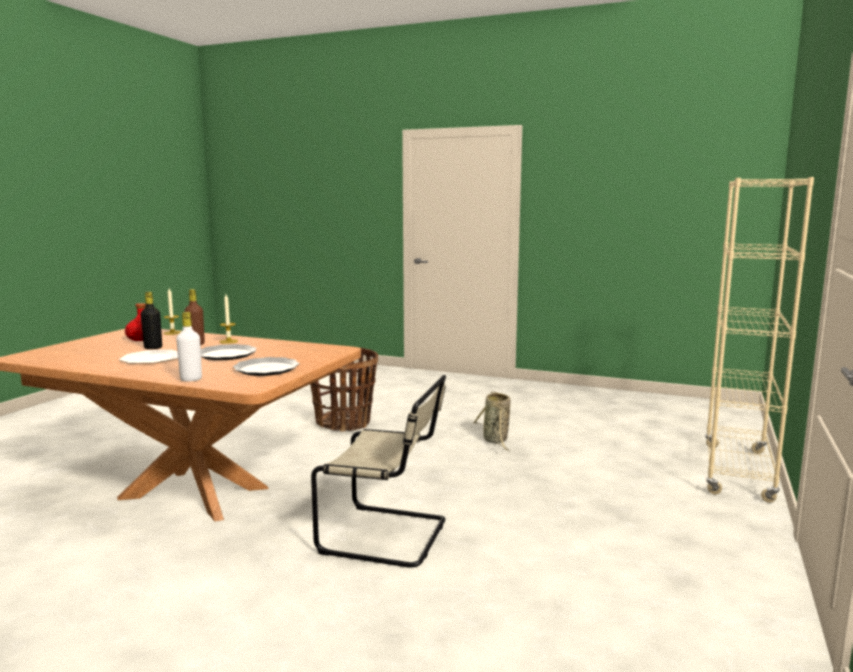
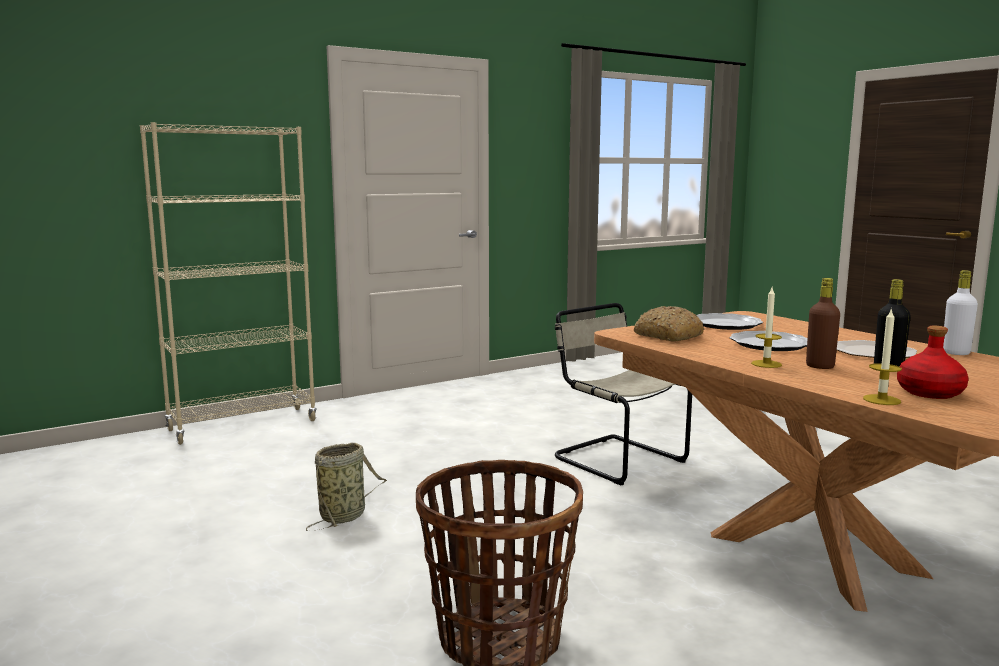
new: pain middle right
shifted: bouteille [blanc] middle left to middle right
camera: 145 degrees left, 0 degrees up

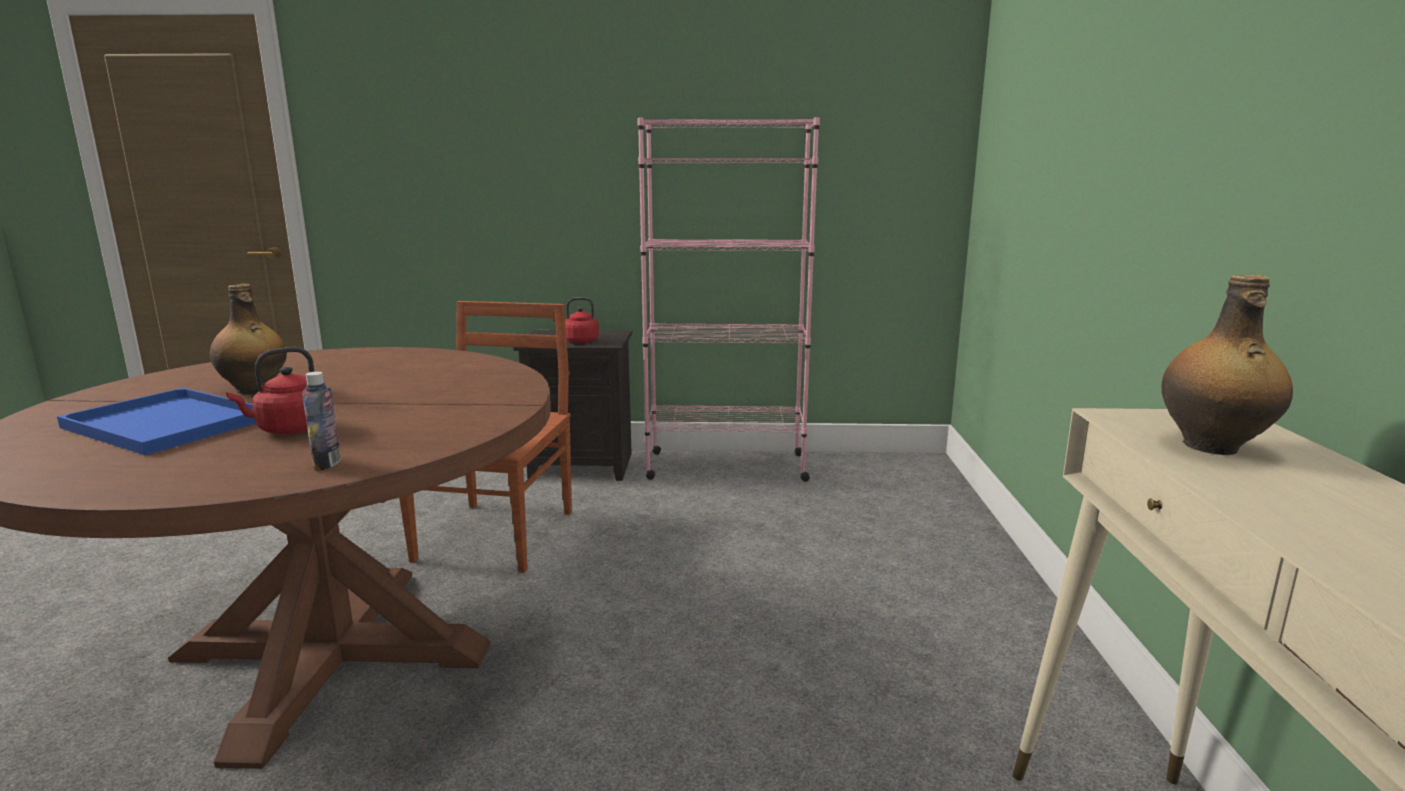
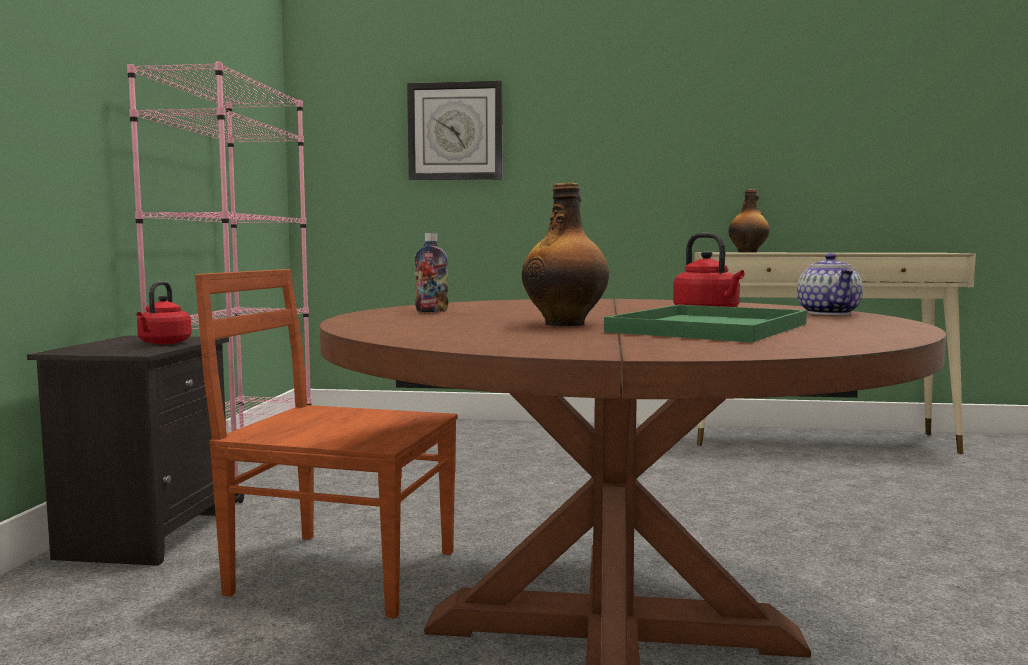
new: horloge murale top centre; théière middle right
shifted: bouteille (no. 2 from left in the first image) middle left to bouteille (no. 1 from left) centre
repainted: plateau [bleu] middle left to plateau [vert] middle right
camera: 85 degrees left, 10 degrees down

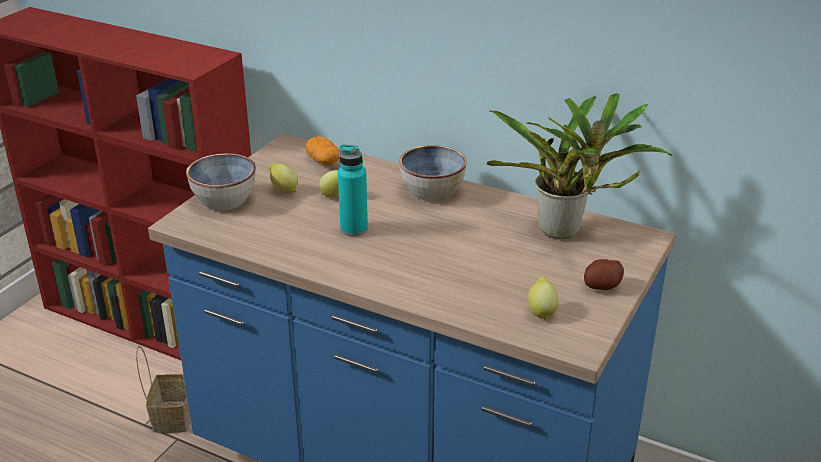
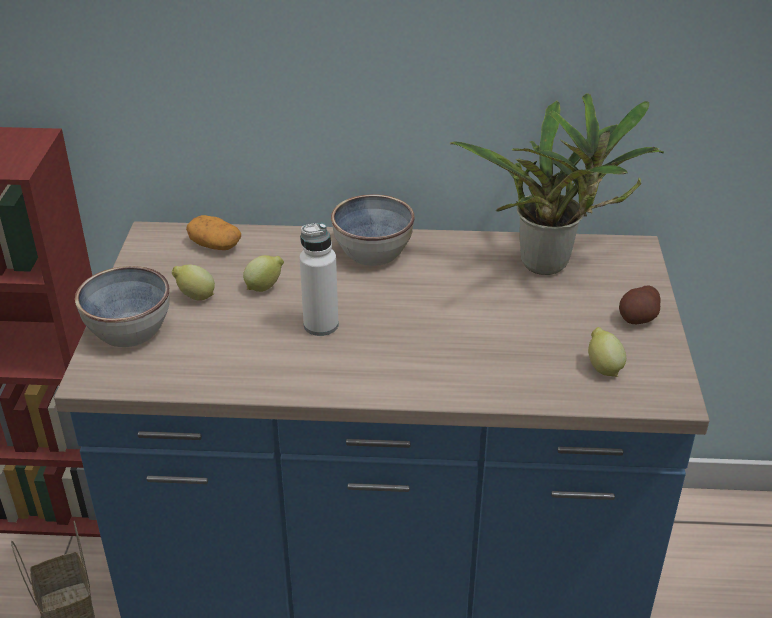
repainted: bouteille [turquoise] centre to bouteille [blanc] centre
camera: 25 degrees left, 5 degrees up

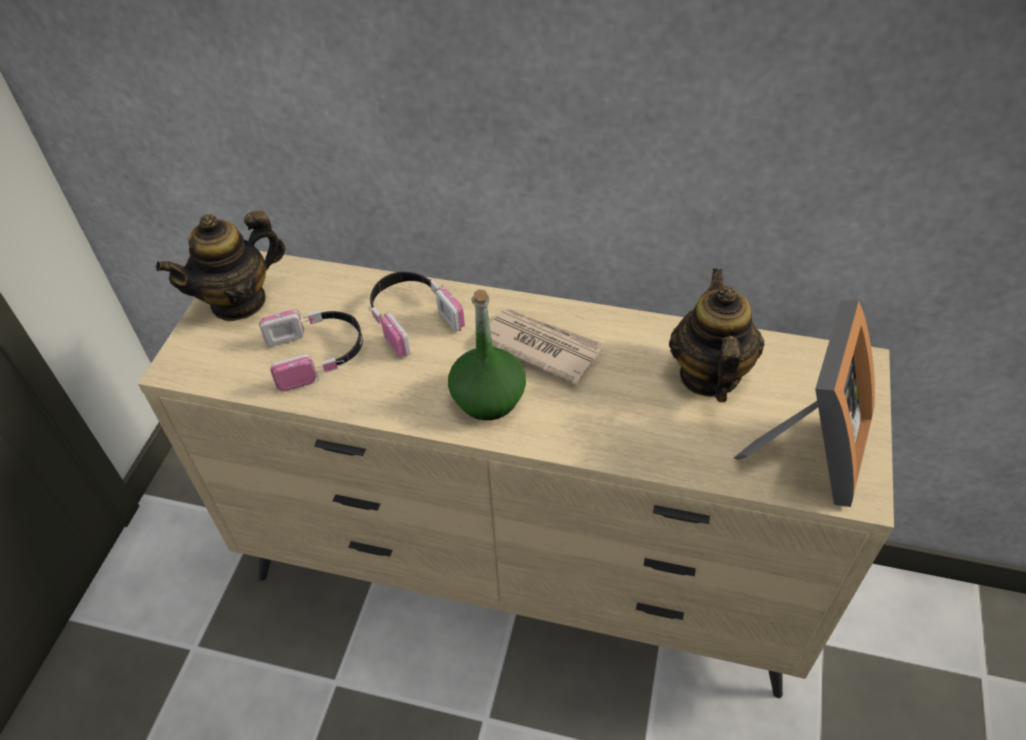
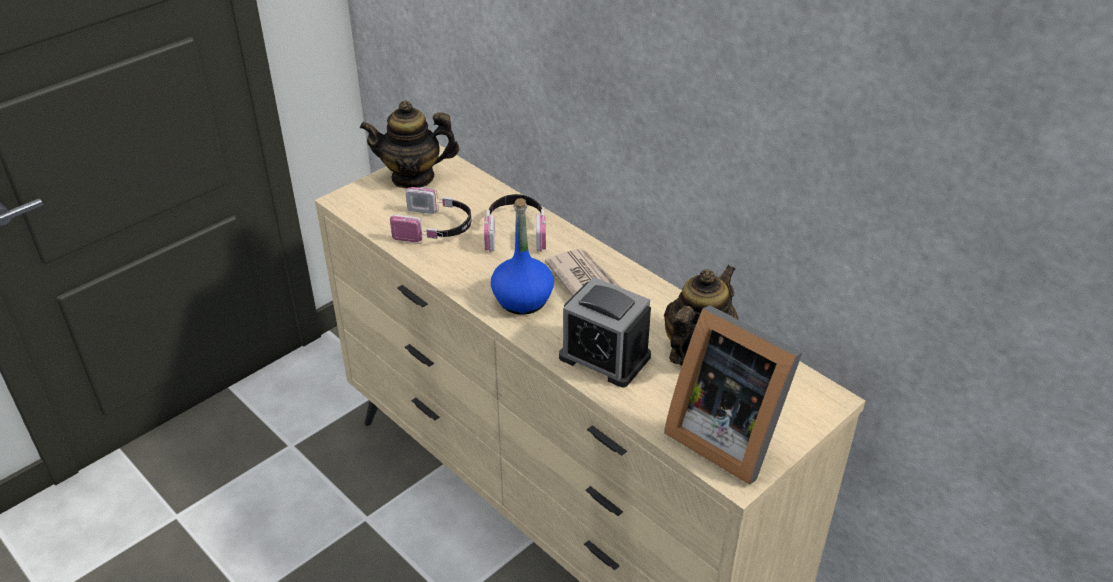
new: réveil centre
repainted: bouteille [vert] centre to bouteille [bleu] centre
rotated: cadre photo middle right = bottom centre 75 degrees clockwise
camera: 30 degrees right, 10 degrees down

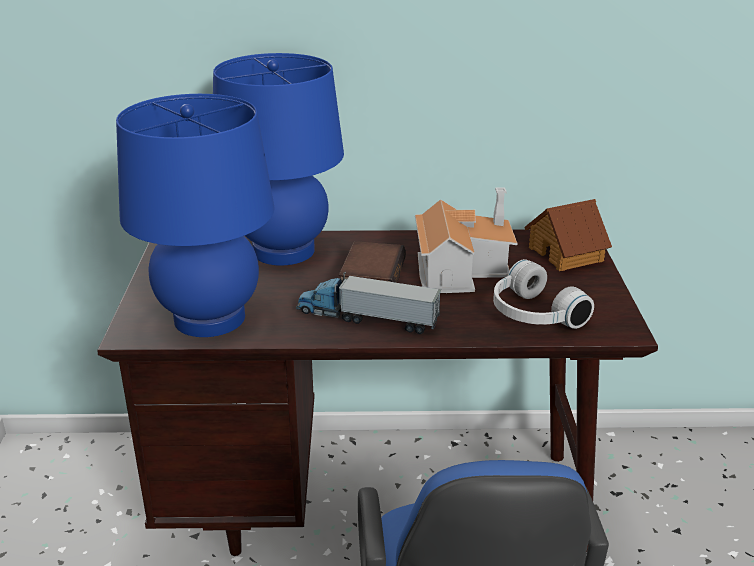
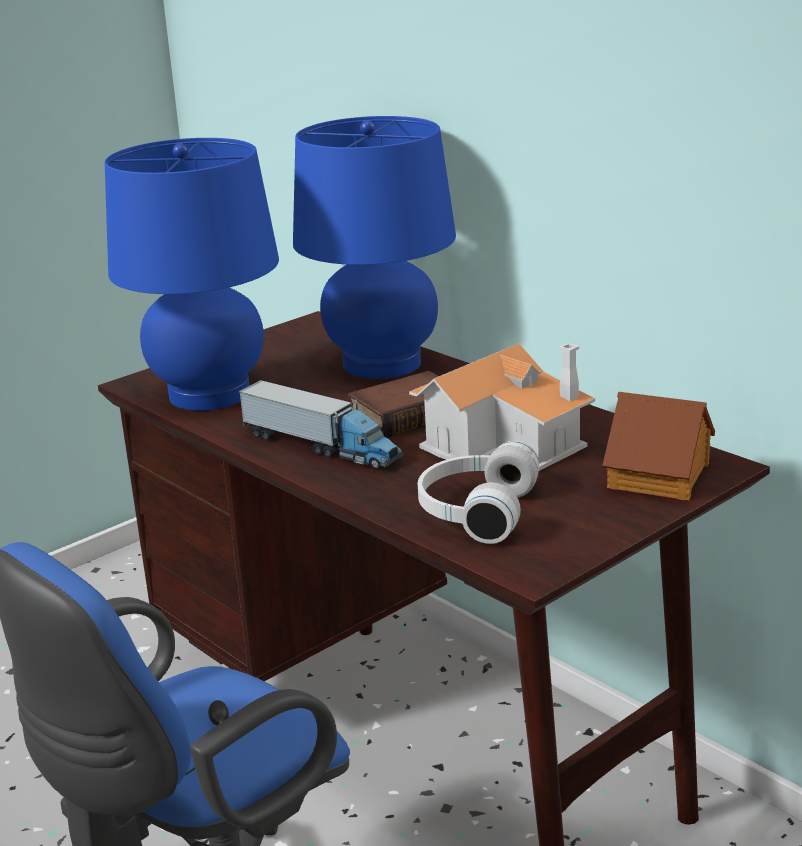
rotated: camion jouet centre = centre 150 degrees clockwise
camera: 50 degrees right, 5 degrees down

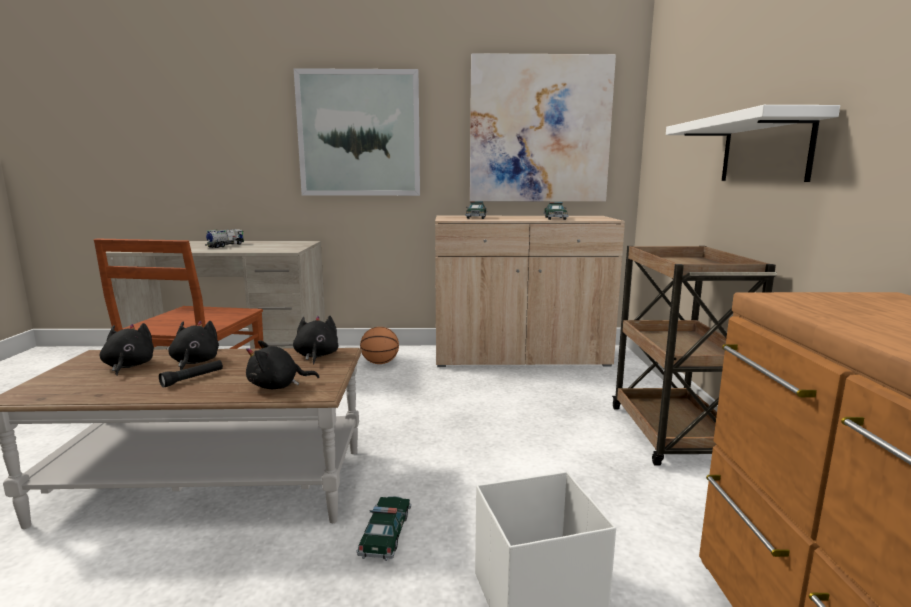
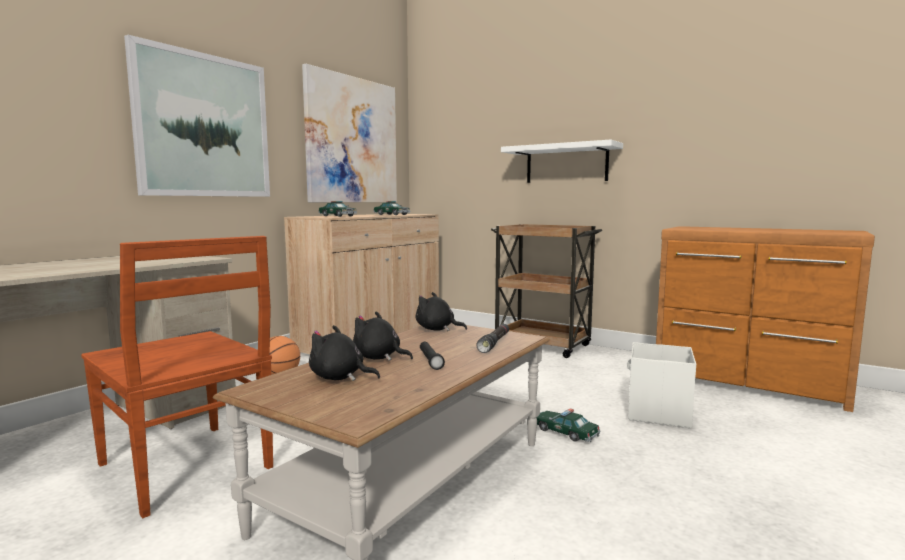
gone: camion jouet middle left
swapped: peluche [noir] (no. 3 from left) middle left to lampe de poche [noir] (no. 2 from left) centre
camera: 55 degrees left, 5 degrees down

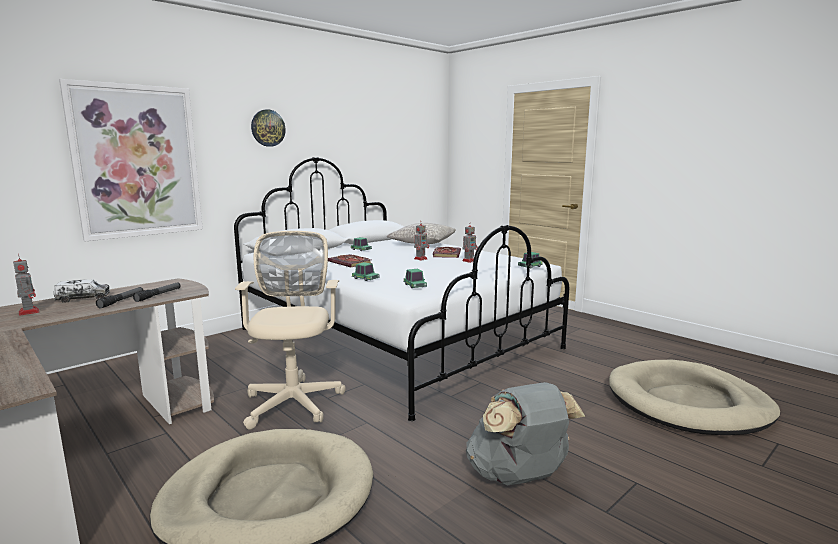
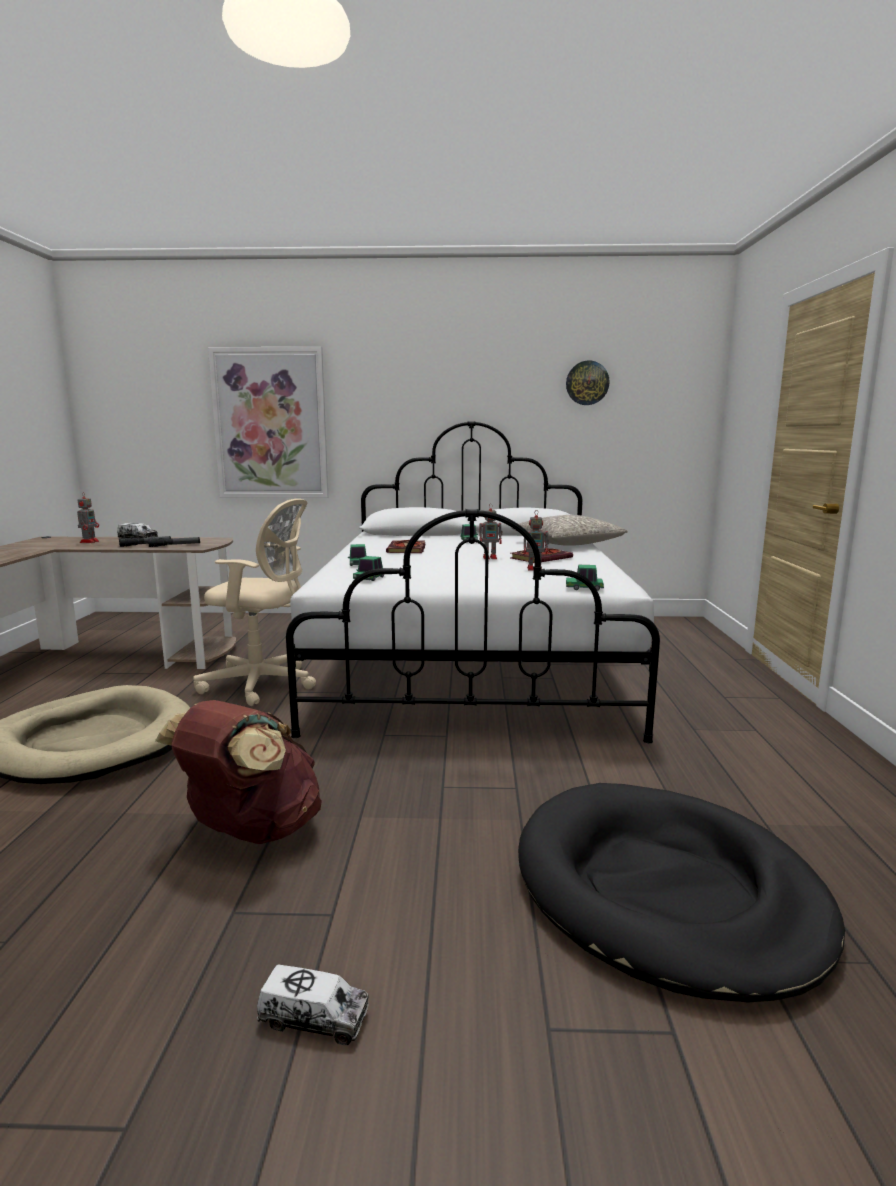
new: camion jouet (no. 2 from left) bottom centre
shifted: horloge murale top left to top centre
repainted: sac à dos [gris] bottom centre to sac à dos [marron] middle left; panier pour chien [beige] (no. 2 from left) bottom right to panier pour chien [noir] bottom right
rotated: chaise de bureau [beige] centre = middle left 60 degrees clockwise
camera: 45 degrees right, 0 degrees up

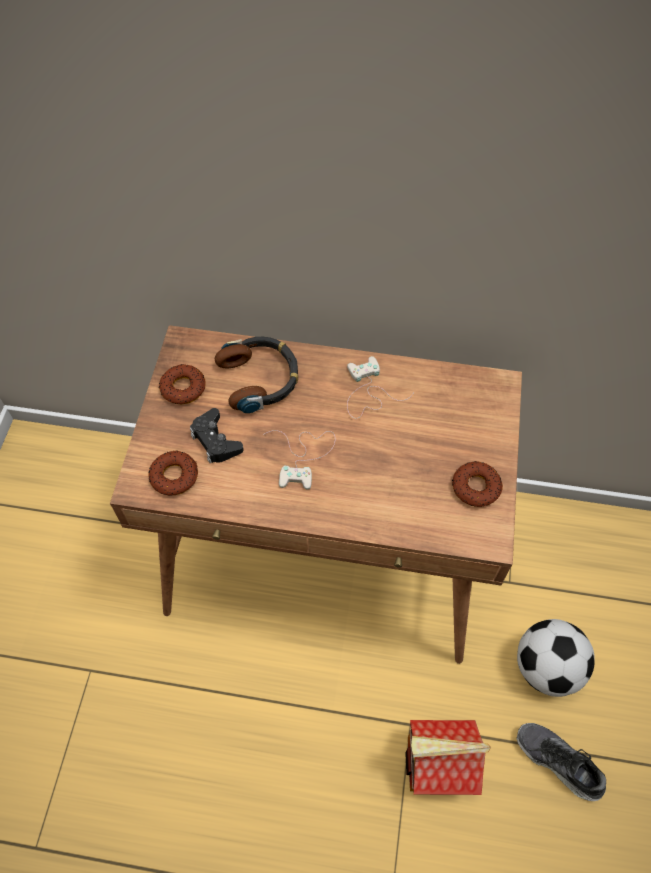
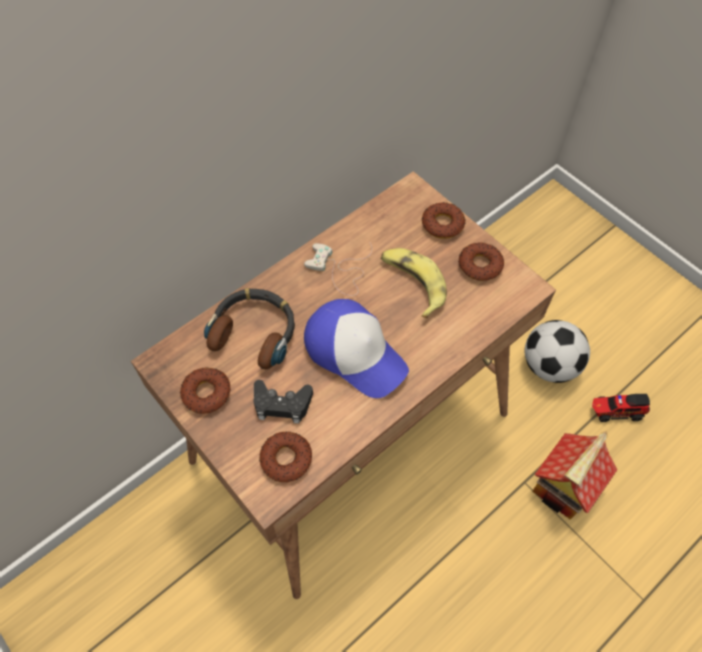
new: banane centre; beignet (no. 3 from left) centre
swapped: manette [blanc] (no. 1 from left) centre to casquette centre; chaussure bottom right to camion jouet middle right
camera: 50 degrees left, 0 degrees up

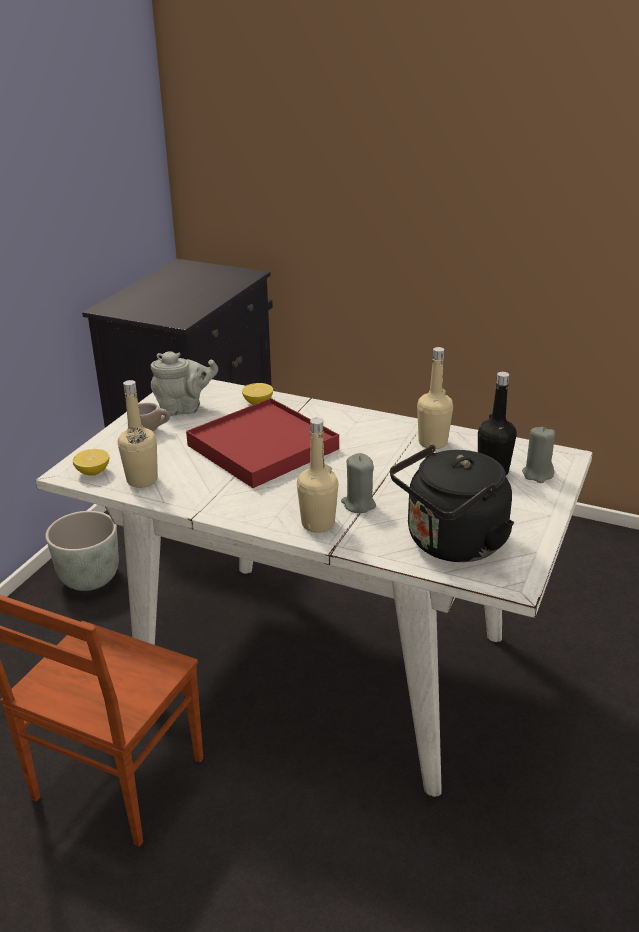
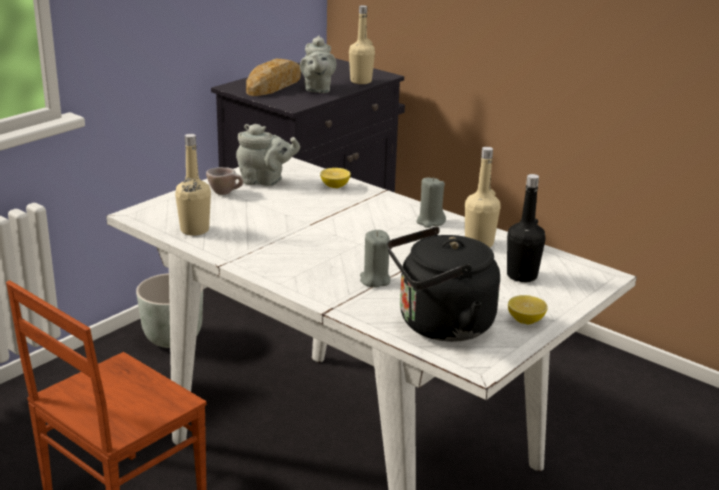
gone: plateau [rouge] centre
new: pain top centre; théière [gris] (no. 2 from left) top centre
shifted: citron (no. 1 from left in the first image) middle left to citron (no. 2 from left) middle right; bouteille [beige] (no. 2 from left) centre to top centre; bougie [gris] (no. 2 from left) middle right to centre
camera: 15 degrees right, 5 degrees down

